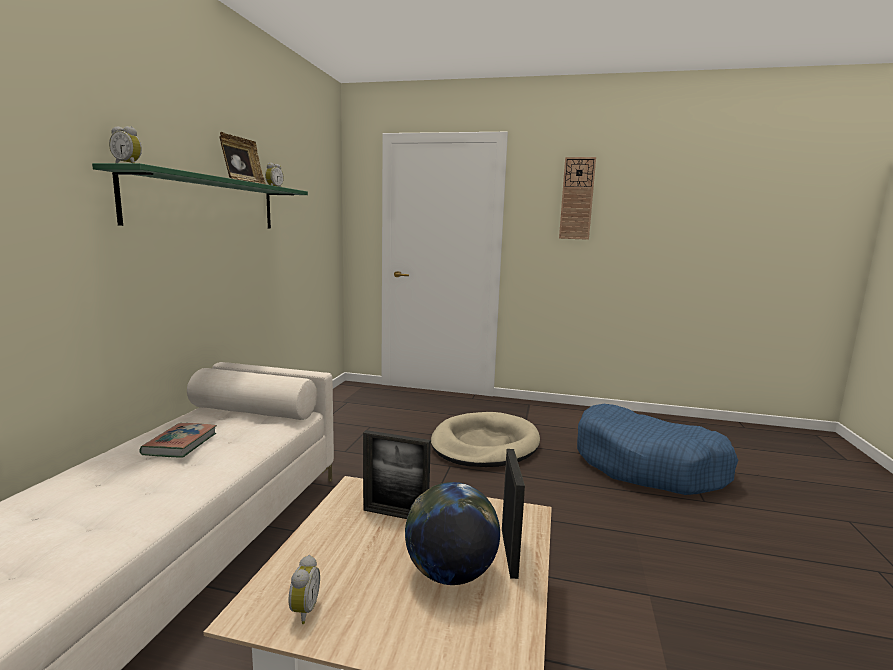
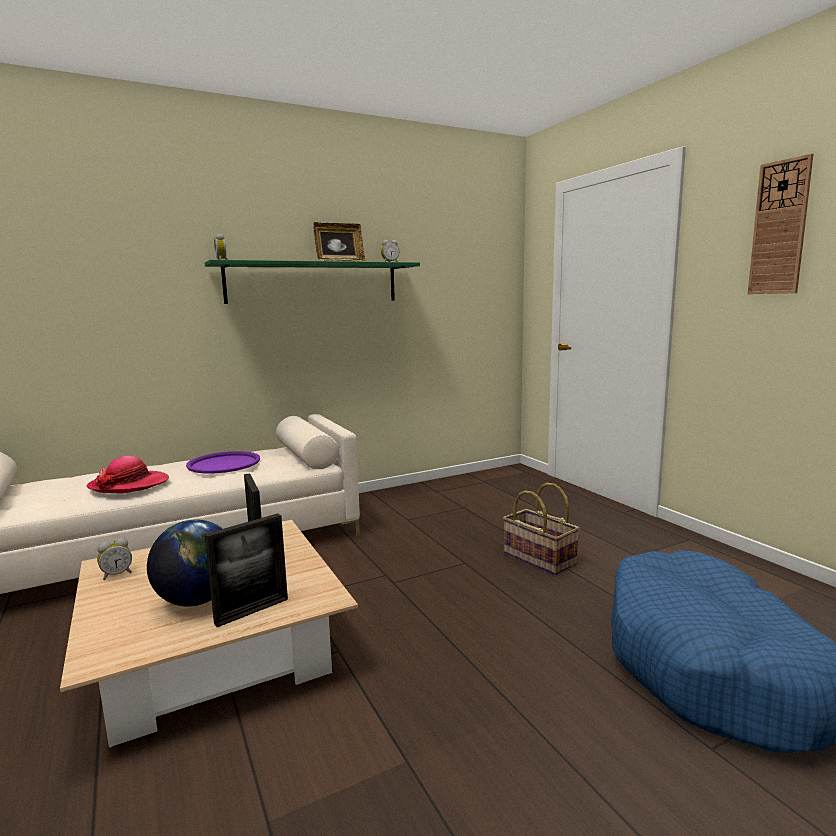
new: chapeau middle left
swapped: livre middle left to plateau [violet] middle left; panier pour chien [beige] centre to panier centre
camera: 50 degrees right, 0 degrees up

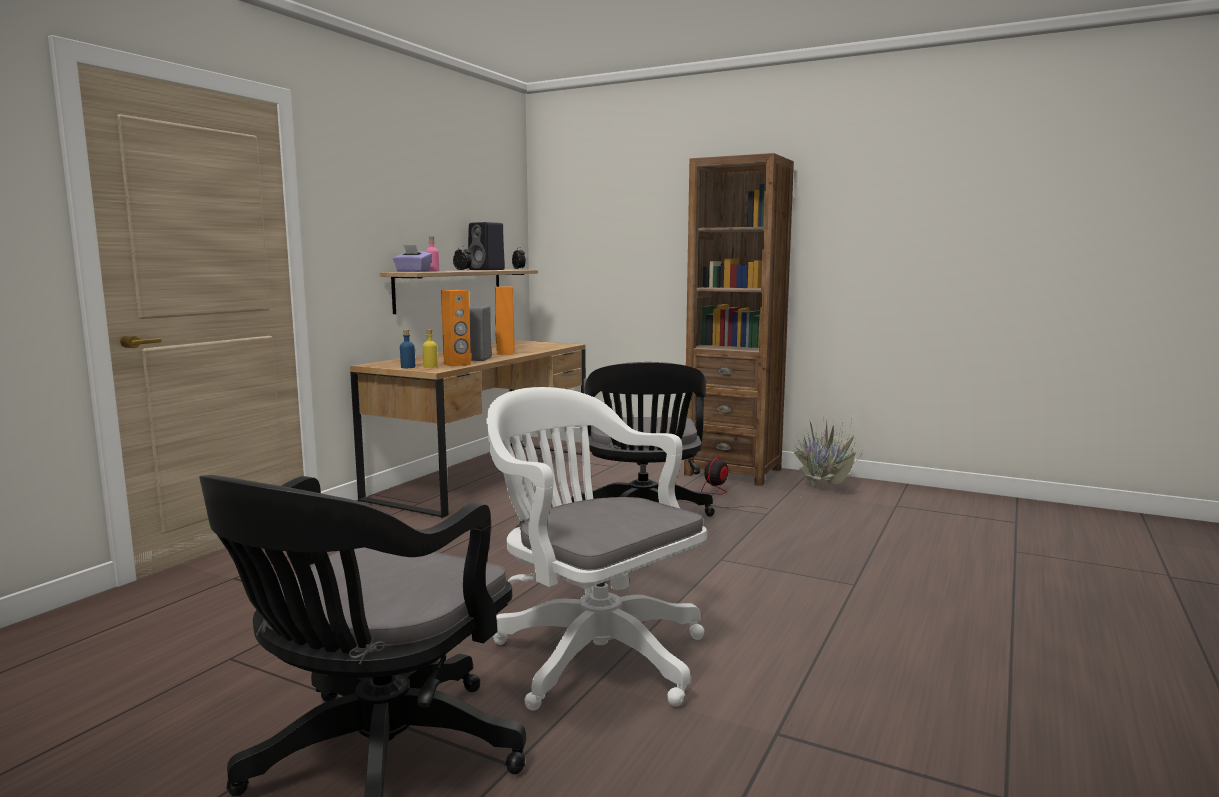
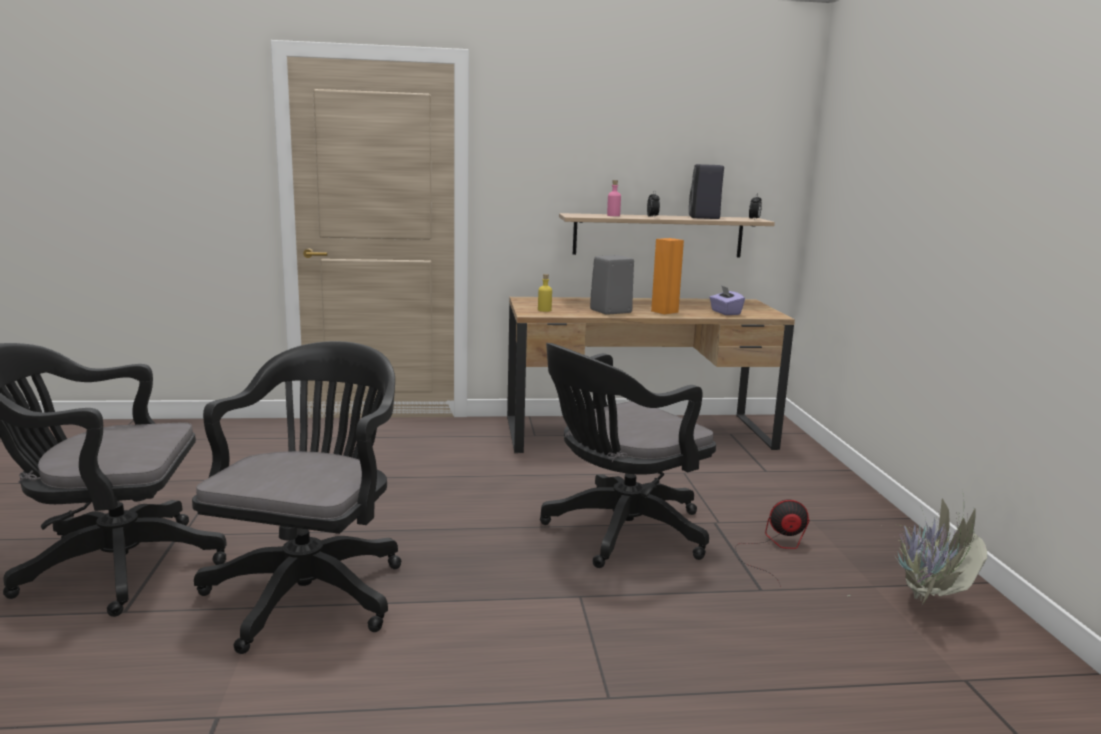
gone: bouteille [bleu] centre; enceinte [orange] (no. 1 from left) centre; bibliothèque [marron] centre
shifted: boîte à mouchoirs [violet] top centre to centre
repainted: chaise de bureau [blanc] bottom centre to chaise de bureau [noir] (no. 2 from left) bottom left
camera: 55 degrees right, 5 degrees up

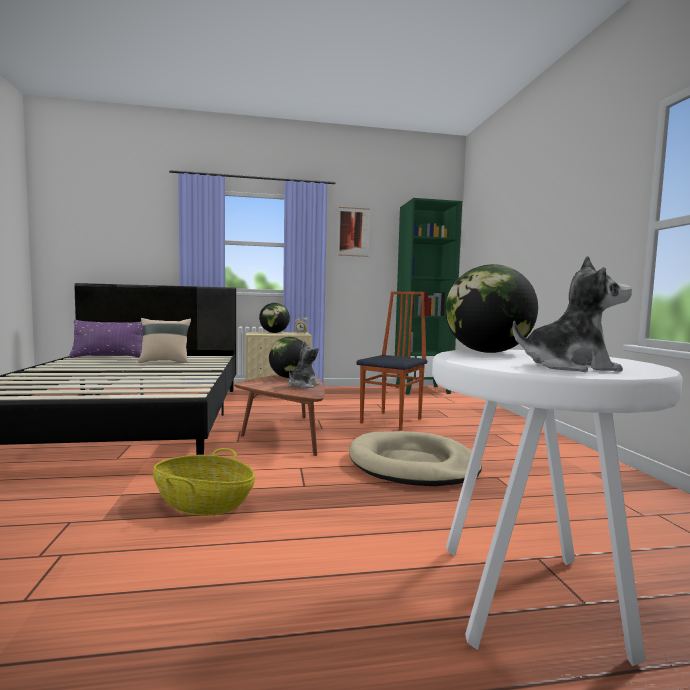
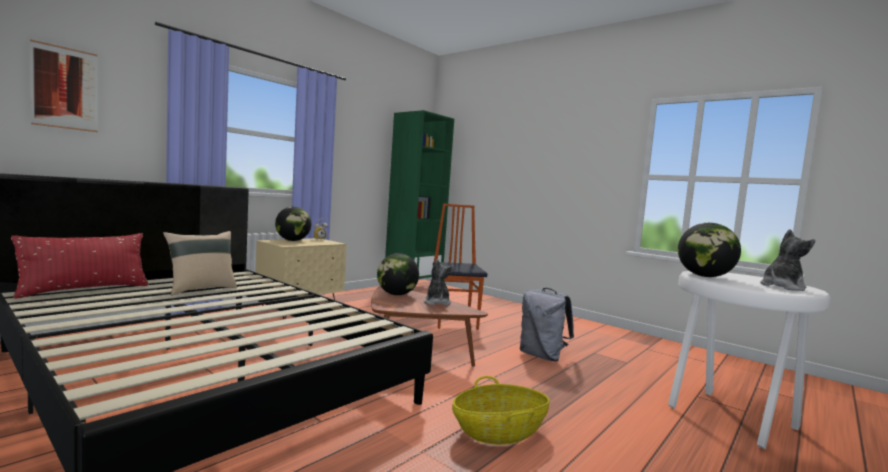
shifted: tableau centre to top left
swapped: panier pour chien [beige] centre to sac à dos [gris] bottom centre
repainted: coussin [violet] middle left to coussin [rouge] middle left
camera: 40 degrees left, 0 degrees up

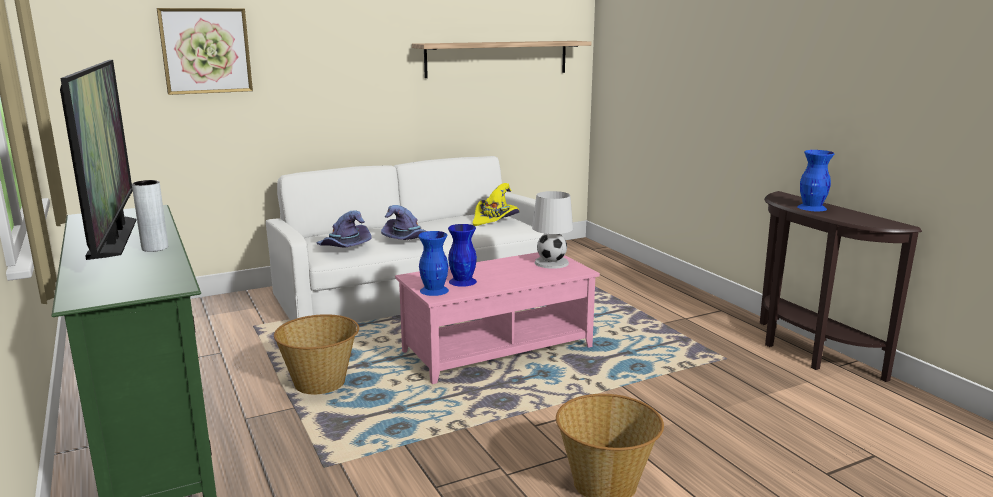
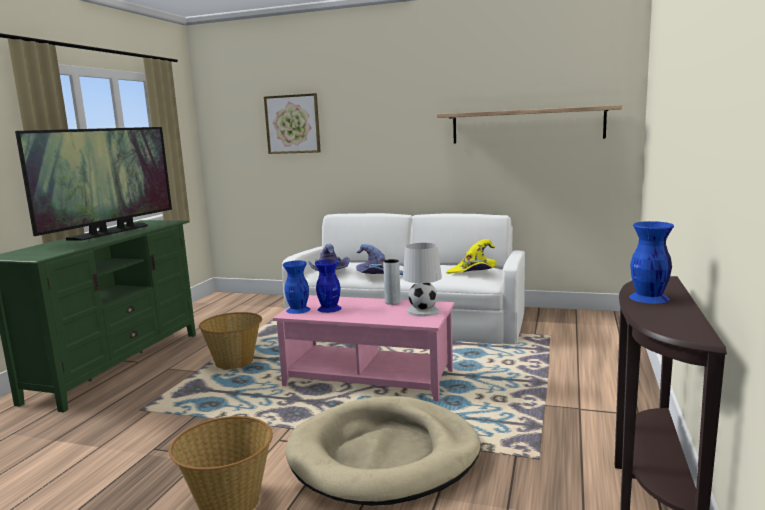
new: panier pour chien [beige] bottom centre
shifted: vase [gris] middle left to centre
camera: 45 degrees right, 5 degrees down

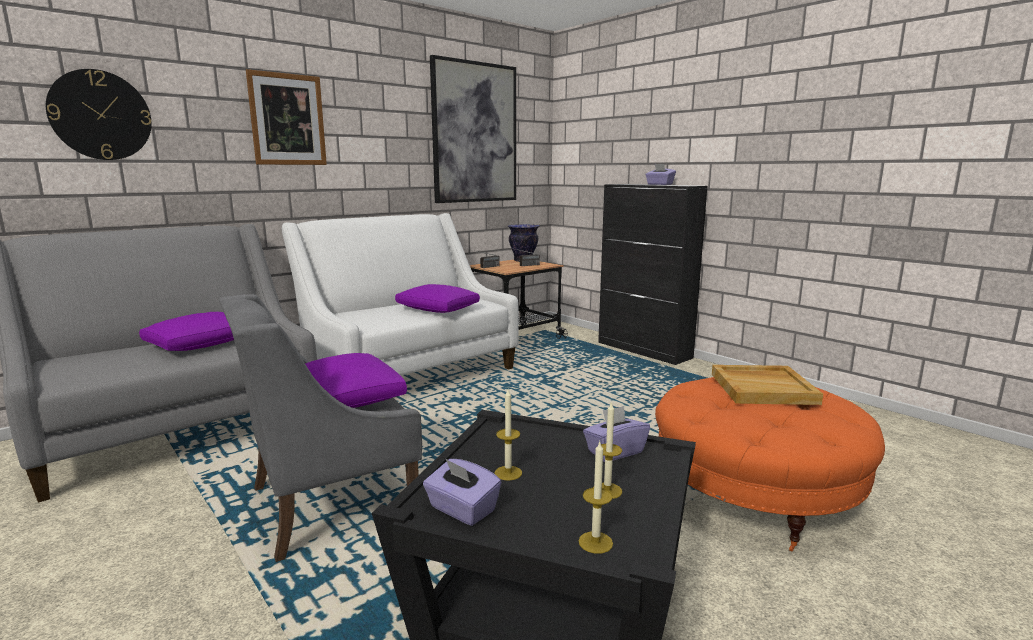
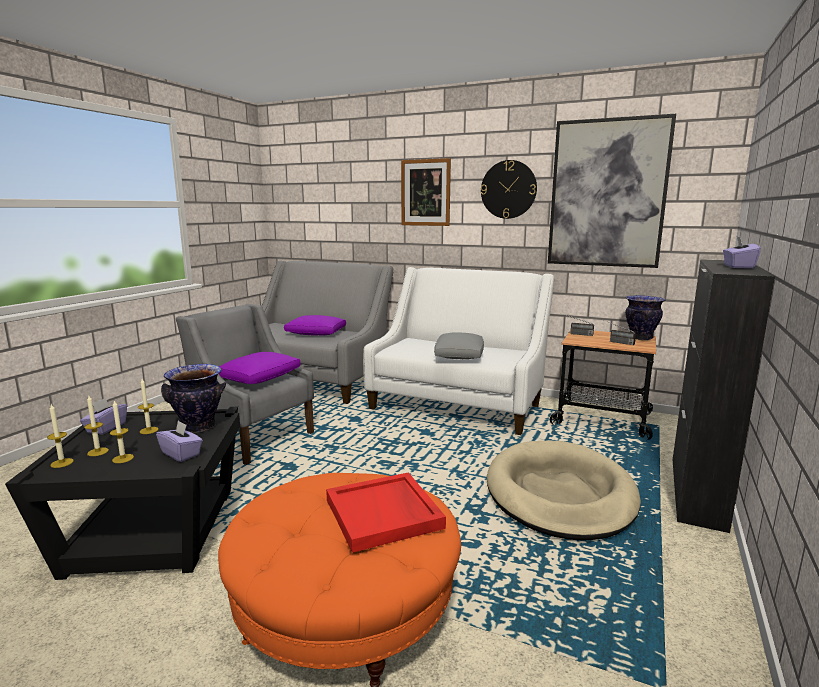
new: bougie (no. 2 from left) middle left; vase (no. 1 from left) middle left; panier pour chien [beige] bottom right
shifted: horloge murale top left to top centre
repainted: coussin [violet] (no. 3 from left) centre to coussin [gris] centre; plateau [beige] middle right to plateau [rouge] bottom centre
camera: 65 degrees right, 0 degrees up

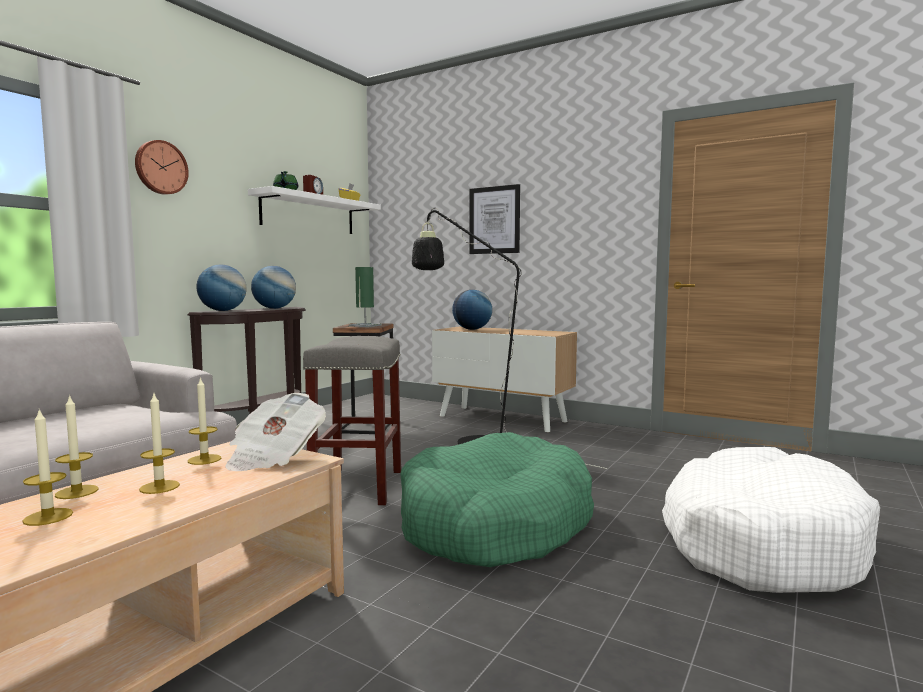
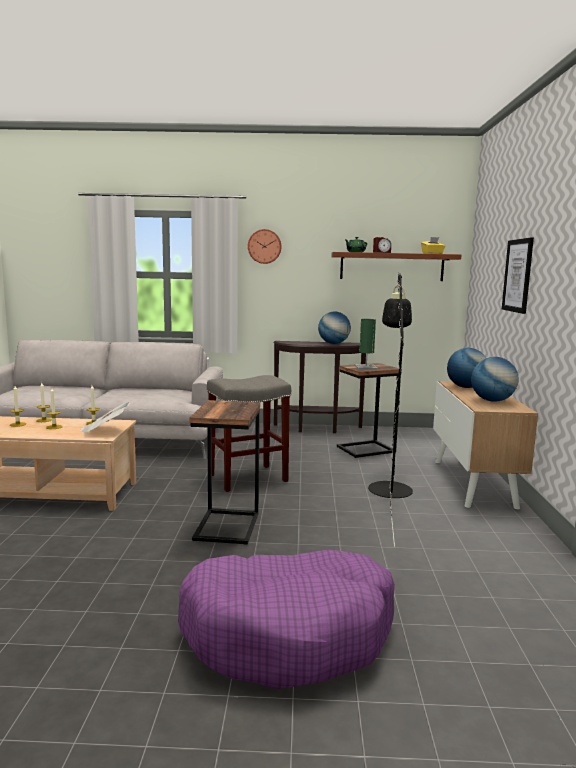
shifted: globe (no. 1 from left in the first image) middle left to globe (no. 3 from left) middle right
swapped: panier pour chien [vert] bottom centre to table d'appoint (no. 1 from left) centre
repainted: étagère [blanc] top centre to étagère [marron] middle right; panier pour chien [blanc] bottom right to panier pour chien [violet] bottom centre
camera: 60 degrees right, 5 degrees up

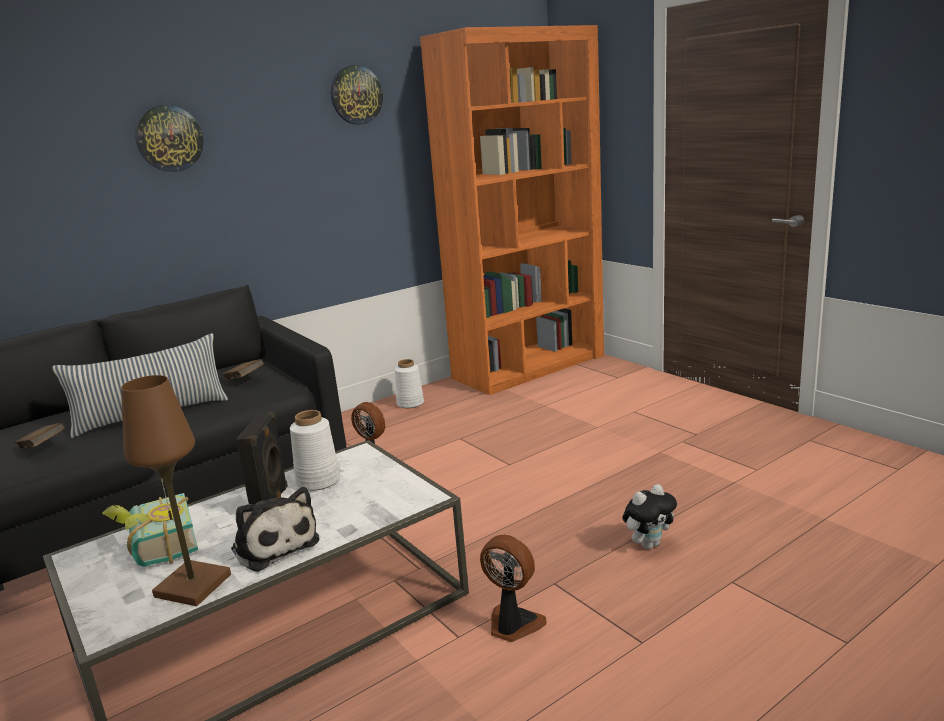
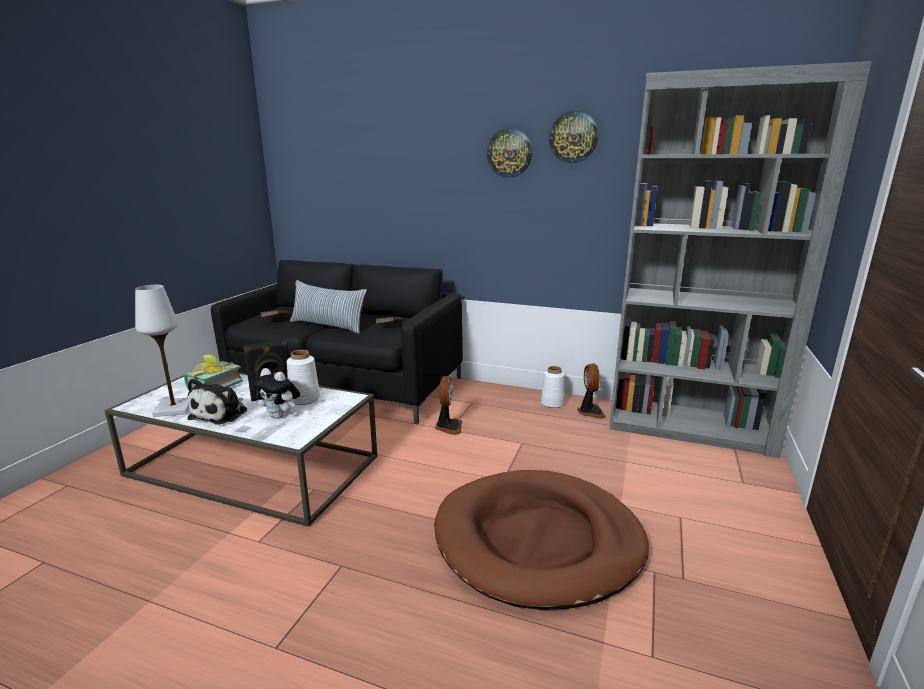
new: panier pour chien [marron] bottom centre
shifted: horloge murale (no. 1 from left) top left to top centre; ventilateur (no. 2 from left) bottom centre to centre; peluche (no. 2 from left) bottom right to middle left
repainted: lampe de table [marron] bottom left to lampe de table [blanc] middle left; bibliothèque [orange] top centre to bibliothèque [gris] middle right
camera: 55 degrees right, 0 degrees up

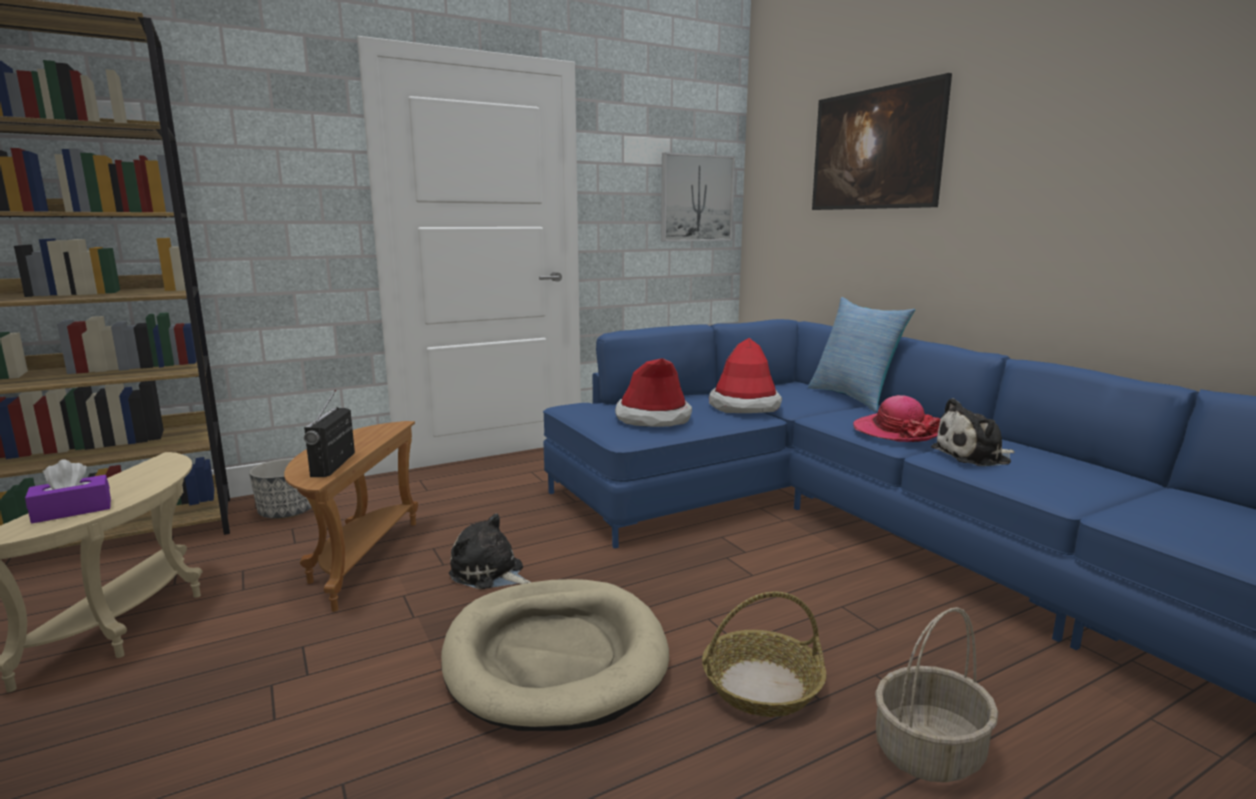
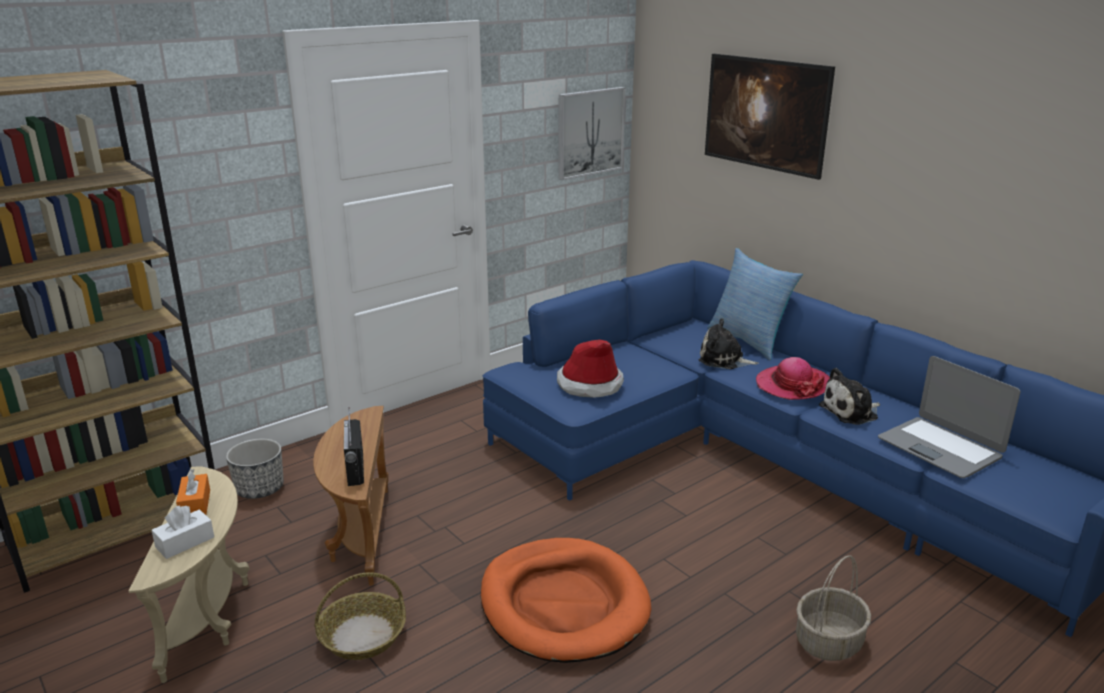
gone: chapeau (no. 2 from left) centre
new: boîte à mouchoirs [orange] bottom left; ordinateur portable middle right
shifted: peluche (no. 1 from left) bottom centre to centre; panier (no. 1 from left) bottom centre to bottom left
repainted: boîte à mouchoirs [violet] middle left to boîte à mouchoirs [blanc] bottom left; panier pour chien [beige] bottom centre to panier pour chien [orange] bottom centre
camera: 10 degrees left, 10 degrees up

